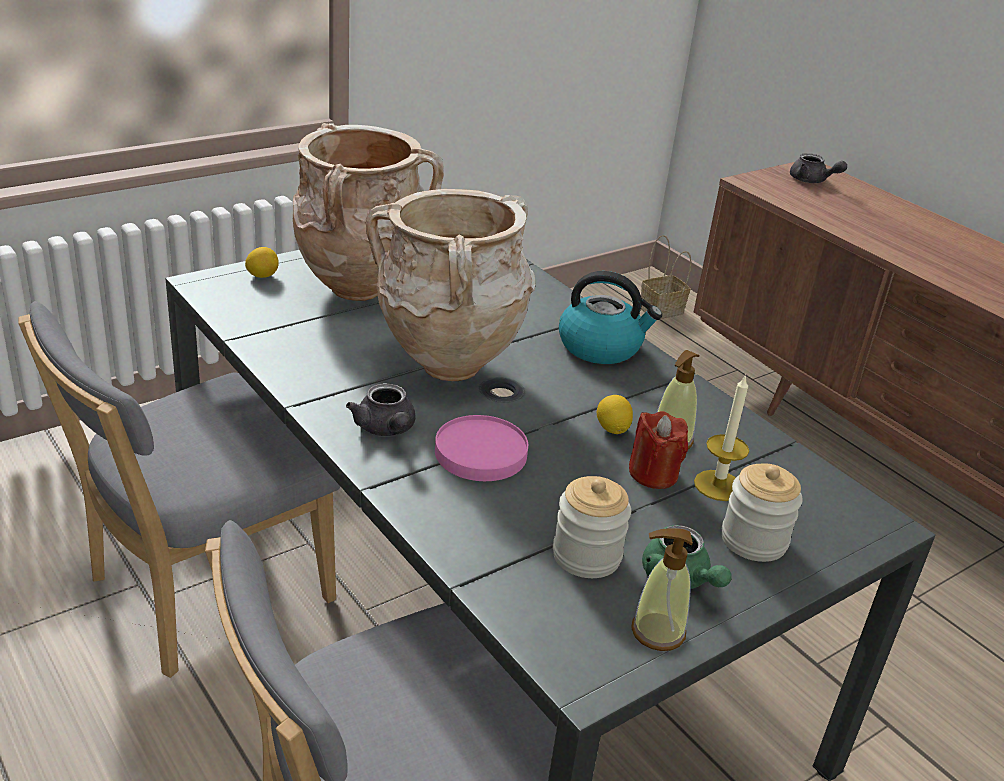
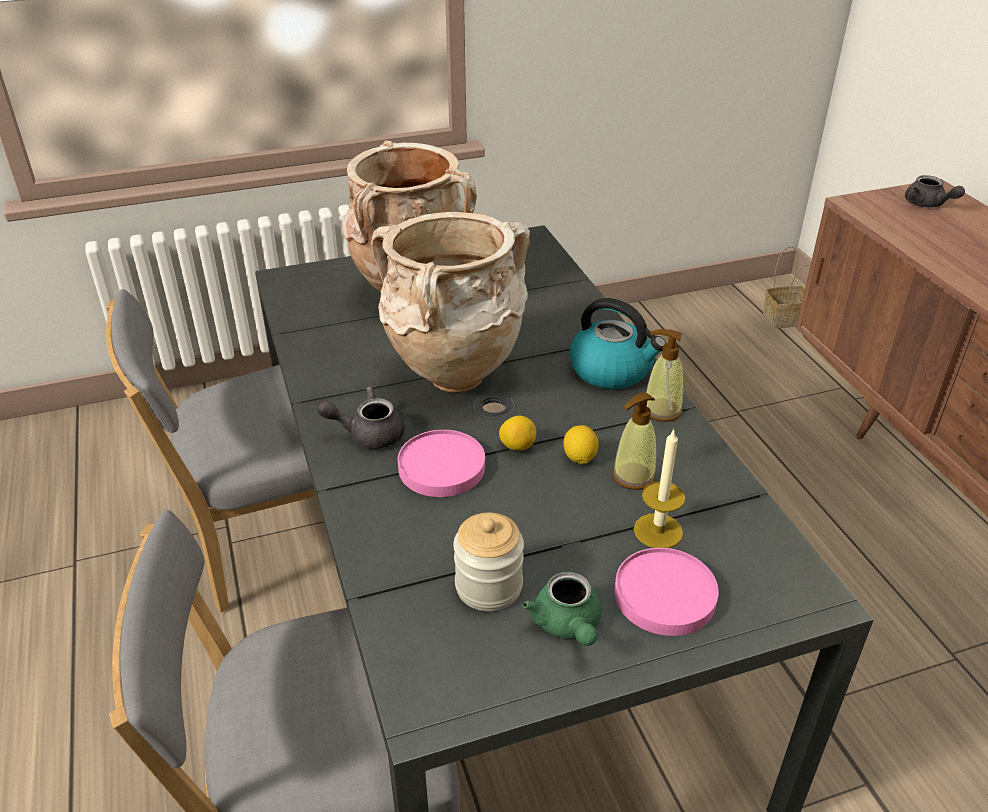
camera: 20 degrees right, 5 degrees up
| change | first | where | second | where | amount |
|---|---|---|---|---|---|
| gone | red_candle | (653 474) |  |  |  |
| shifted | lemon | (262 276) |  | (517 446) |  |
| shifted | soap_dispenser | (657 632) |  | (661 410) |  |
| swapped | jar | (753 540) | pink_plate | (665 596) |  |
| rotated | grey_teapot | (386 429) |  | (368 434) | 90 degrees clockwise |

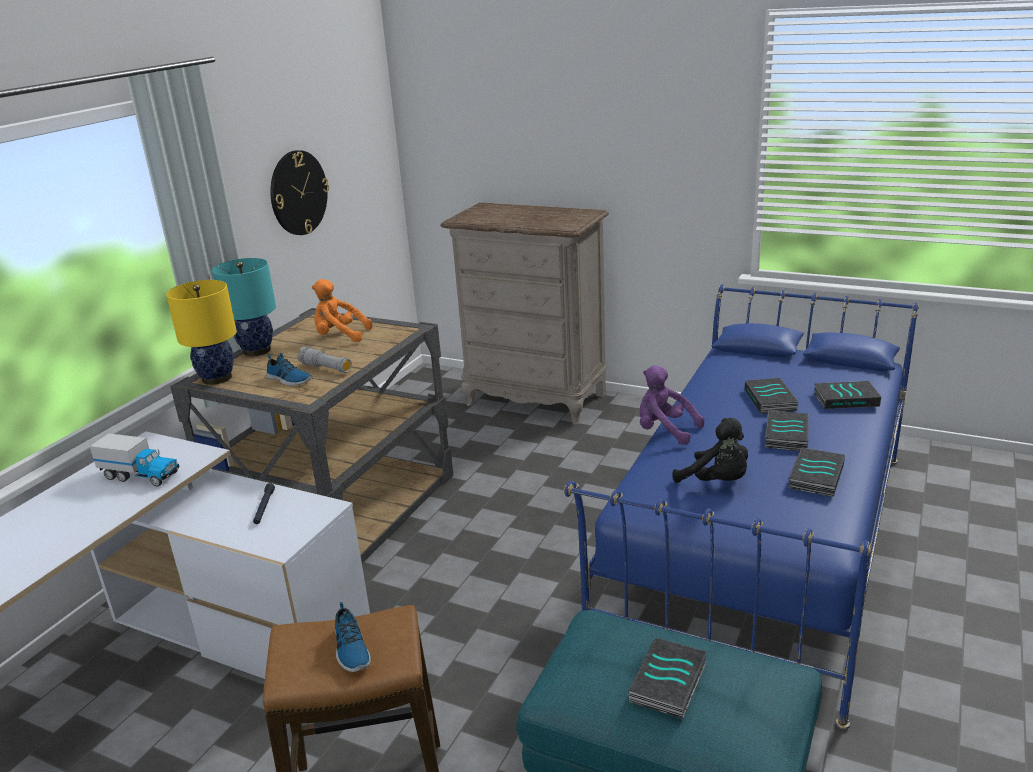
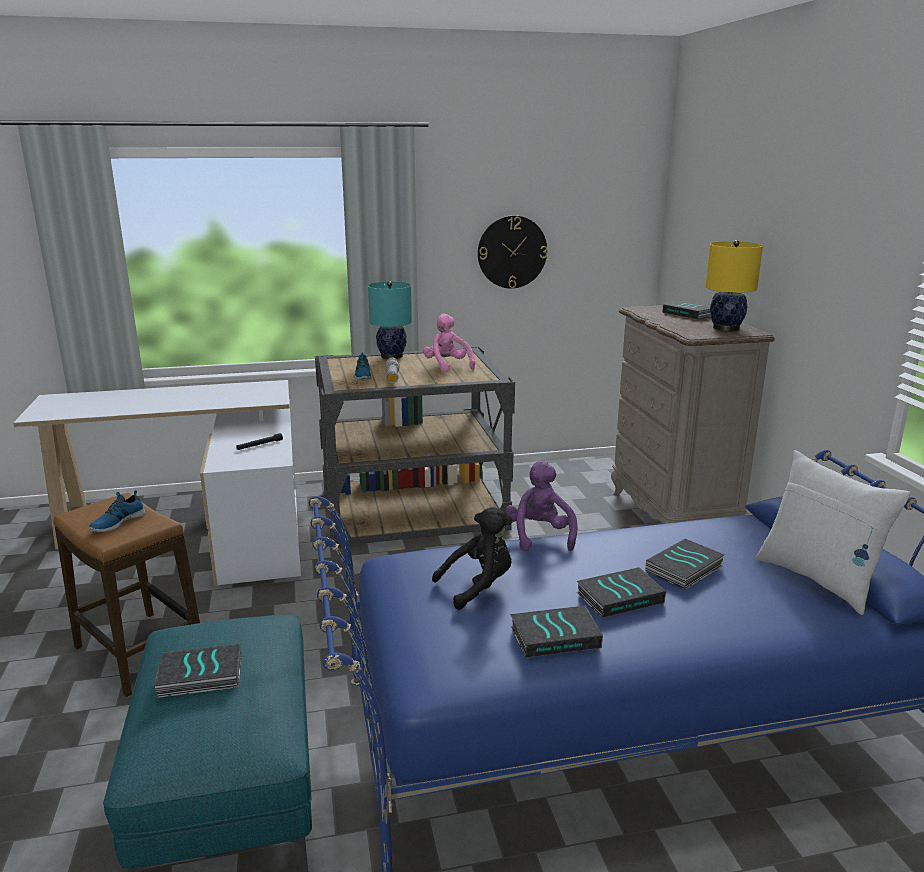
camera: 50 degrees right, 5 degrees down
| change | first | where | second | where | amount |
|---|---|---|---|---|---|
| gone | toy_truck | (141 476) |  |  |  |
| new |  |  | grey_pillow | (816 580) |  |
| shifted | yellow_table_lamp | (216 378) |  | (725 328) |  |
| shifted | book | (846 399) |  | (690 314) |  |
| repainted | orange_plush_toy | (340 336) | pink_plush_toy | (447 366) |  |
| rotated | black_plush_toy | (716 482) |  | (478 586) | 120 degrees counterclockwise |

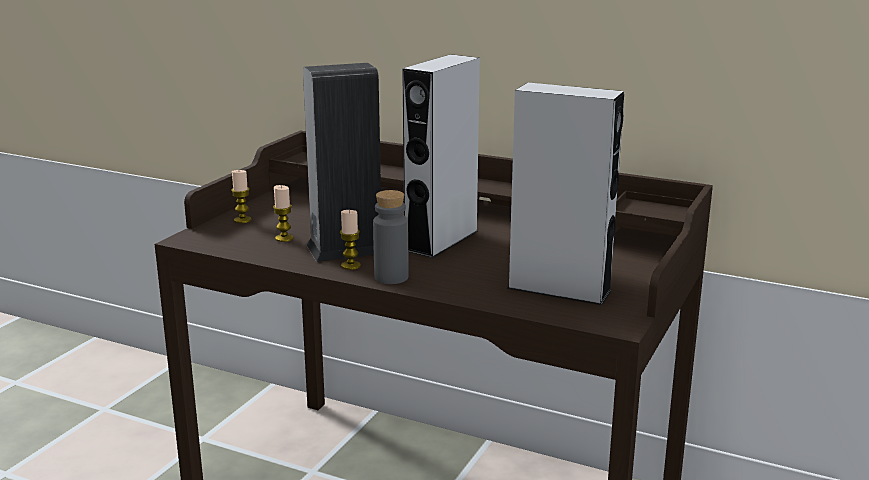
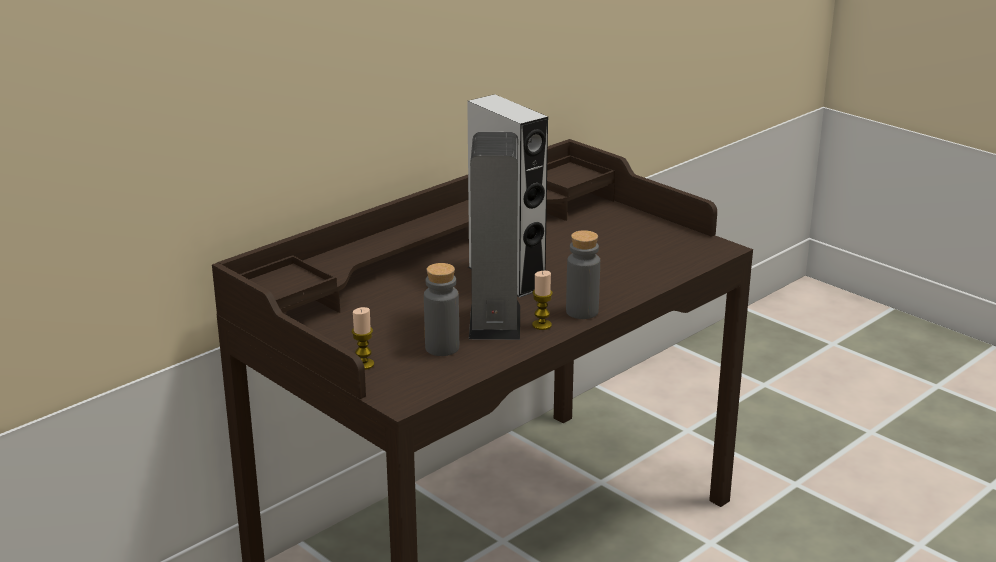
camera: 70 degrees left, 5 degrees up
| change | first | where | second | where | amount |
|---|---|---|---|---|---|
| gone | grey_speaker | (559 289) |  |  |  |
| swapped | candle | (284 238) | grey_bottle | (442 348) |  |

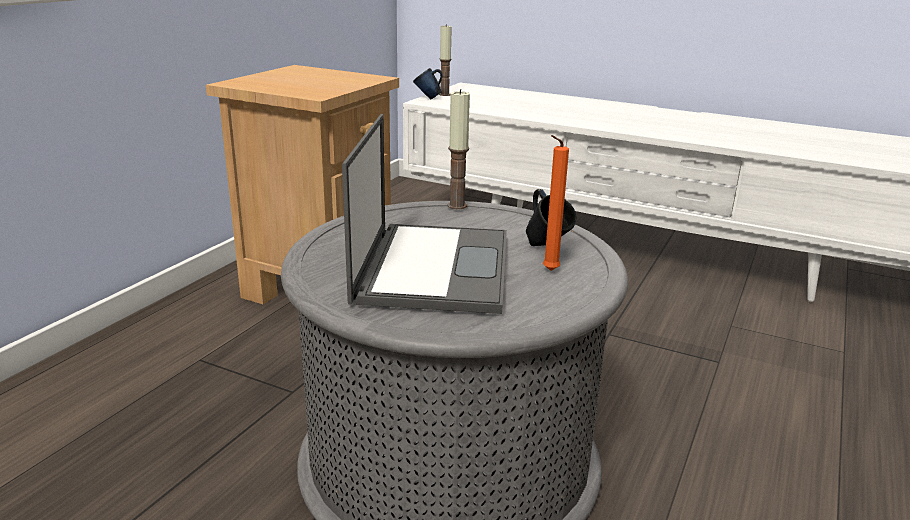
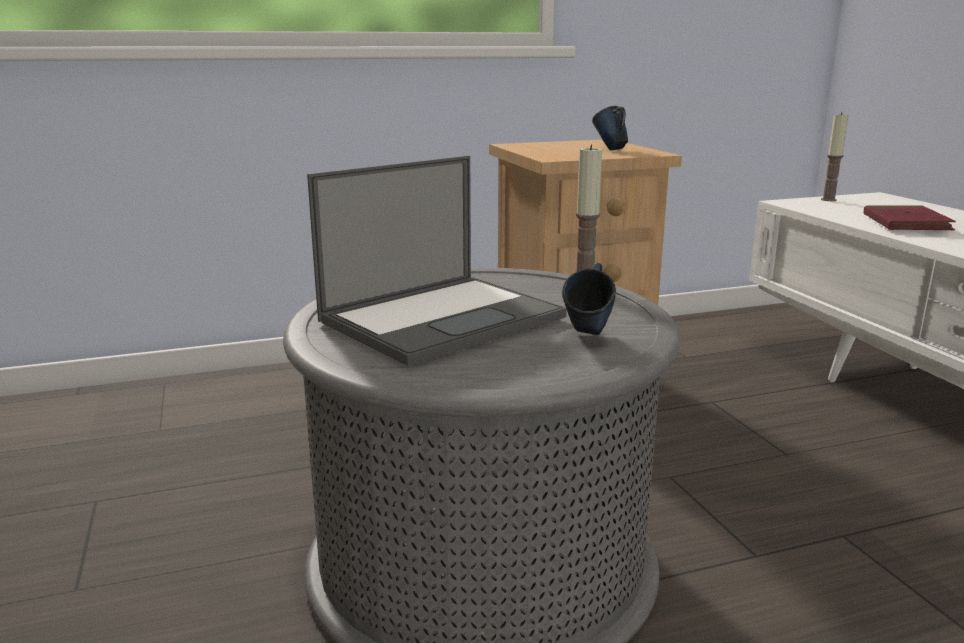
camera: 45 degrees right, 5 degrees down
| change | first | where | second | where | amount |
|---|---|---|---|---|---|
| gone | orange_candle | (548 271) |  |  |  |
| new |  |  | red_book | (905 224) |  |
| shifted | blue_mug | (428 98) |  | (610 149) |  |

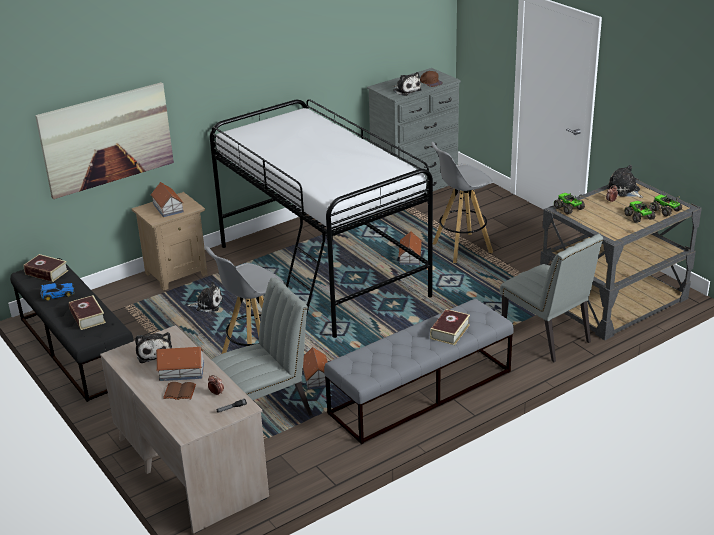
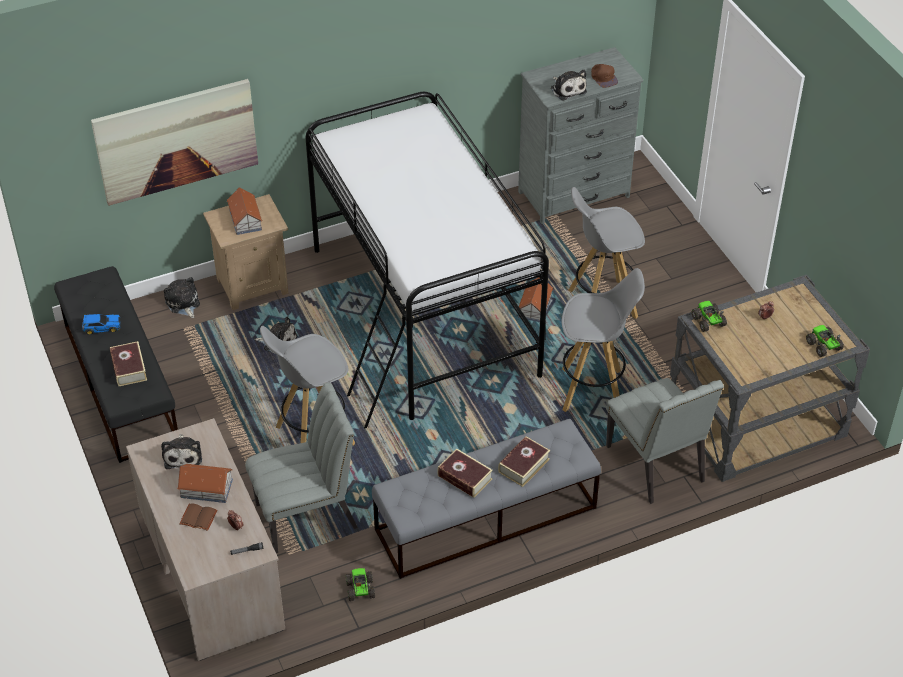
camera: 10 degrees right, 15 degrees up
| change | first | where | second | where | amount |
|---|---|---|---|---|---|
| gone | toy_house | (316 377) |  |  |  |
| new |  |  | grey_stool | (593 391) |  |
| shifted | book | (46 272) |  | (464 477) |  |
| shifted | plush_toy | (624 190) |  | (183 303) |  |
| shifted | toy_truck | (639 217) |  | (360 590) |  |

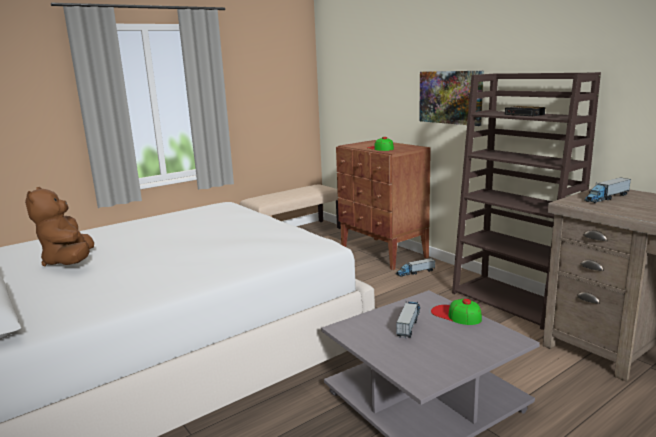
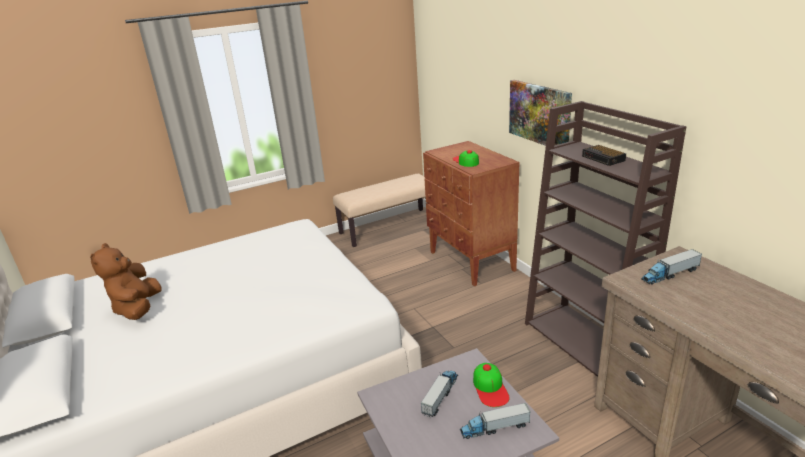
camera: 10 degrees right, 10 degrees up
| change | first | where | second | where | amount |
|---|---|---|---|---|---|
| shifted | toy_truck | (415 272) |  | (494 428) |  |
| rotated | cap | (456 315) |  | (490 388) | 150 degrees counterclockwise |

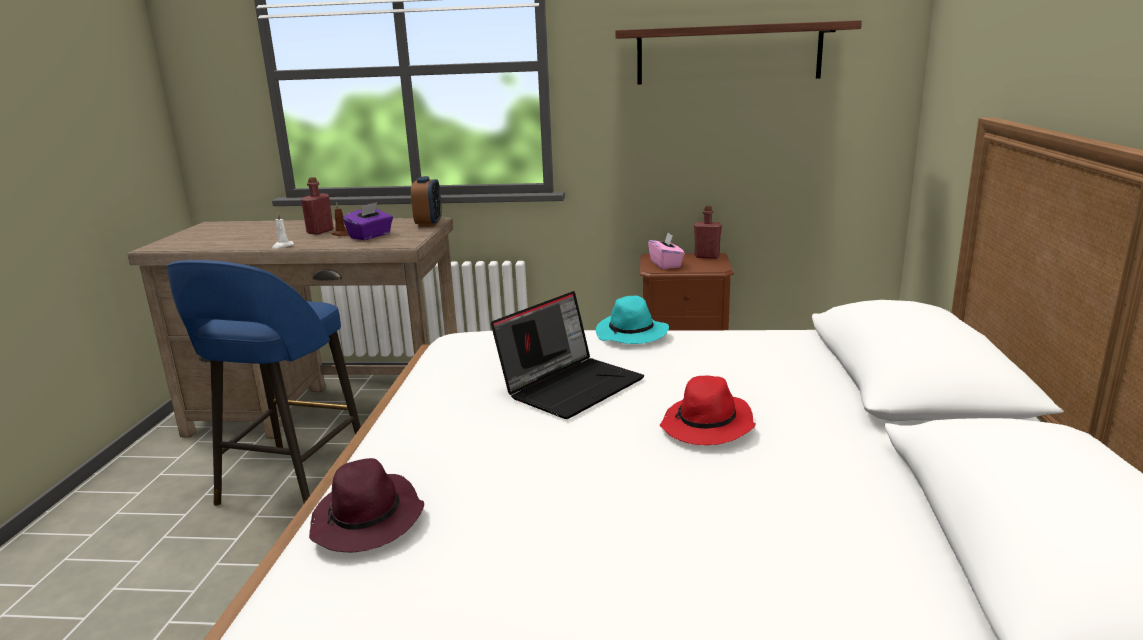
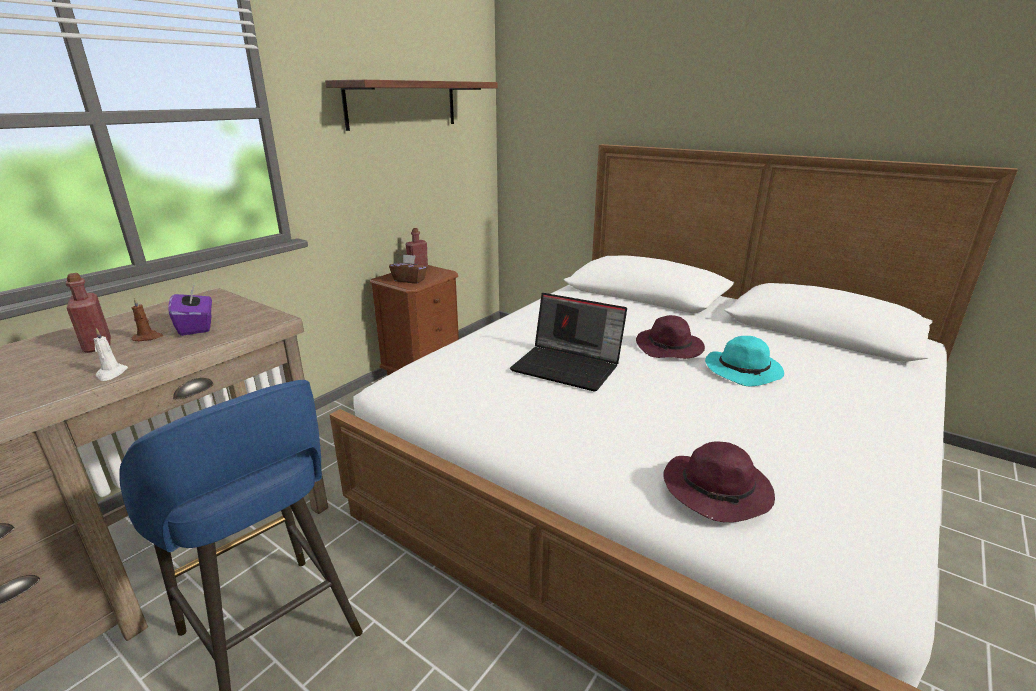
camera: 60 degrees left, 5 degrees up
| change | first | where | second | where | amount |
|---|---|---|---|---|---|
| gone | alarm_clock | (429 223) |  |  |  |
| shifted | turquoise_hat | (632 334) |  | (744 371) |  |
| repainted | pink_tissue_box | (666 264) | brown_tissue_box | (409 280) |  |
| repainted | red_hat | (707 426) | purple_hat | (670 348) |  |
| rotated | laptop | (571 385) |  | (568 366) | 135 degrees clockwise |

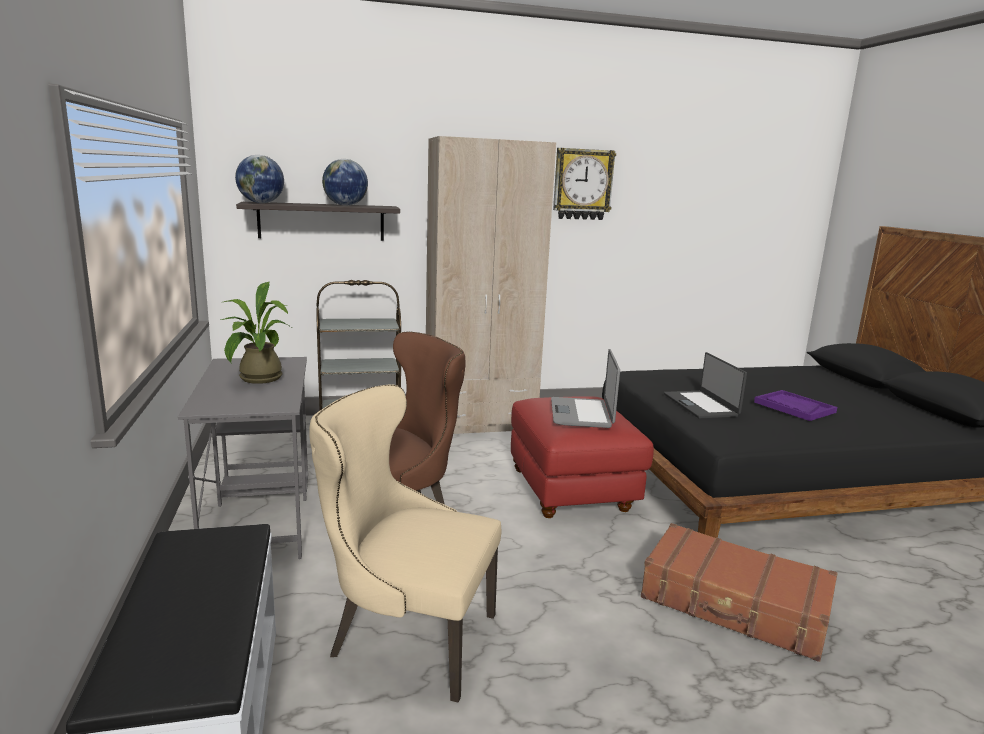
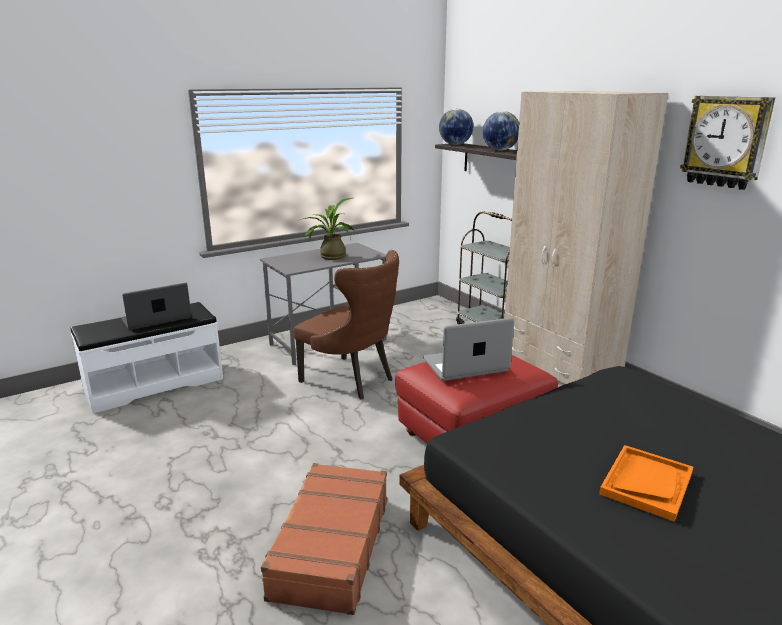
camera: 70 degrees right, 5 degrees up
| change | first | where | second | where | amount |
|---|---|---|---|---|---|
| gone | beige_chair | (407 638) |  |  |  |
| shifted | laptop | (701 405) |  | (156 319) |  |
| repainted | purple_tray | (794 407) | orange_tray | (646 483) |  |

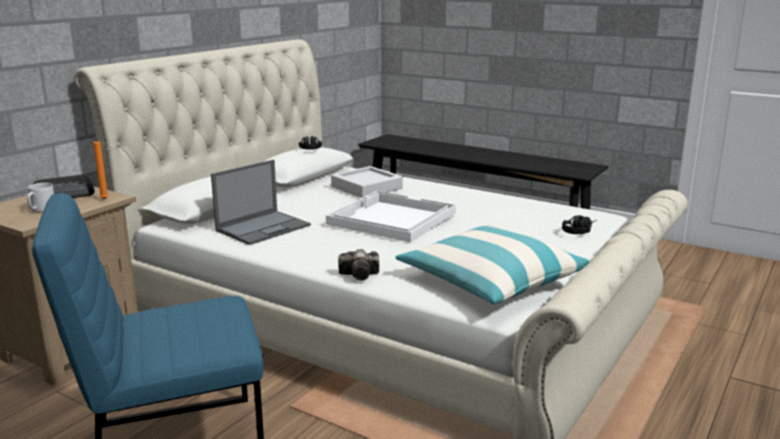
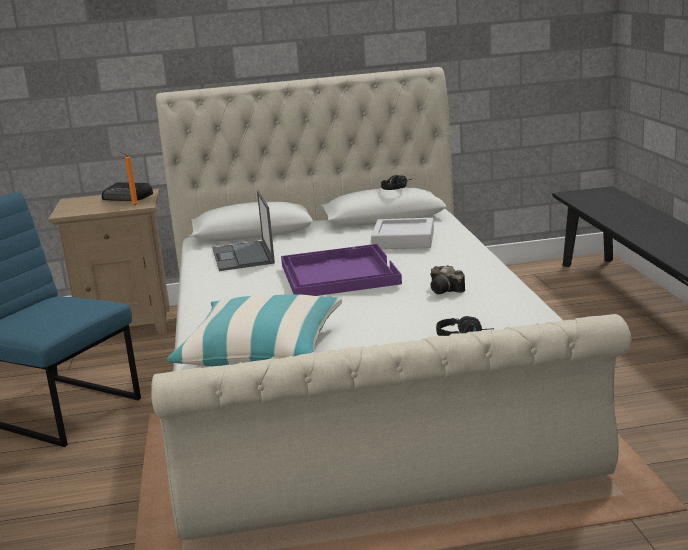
camera: 50 degrees right, 0 degrees up
| change | first | where | second | where | amount |
|---|---|---|---|---|---|
| gone | grey_mug | (41 209) |  |  |  |
| shifted | photo_camera | (361 275) |  | (446 290) |  |
| repainted | white_tray | (390 219) | purple_tray | (337 274) |  |
| rotated | laptop | (264 227) |  | (243 256) | 75 degrees clockwise |

